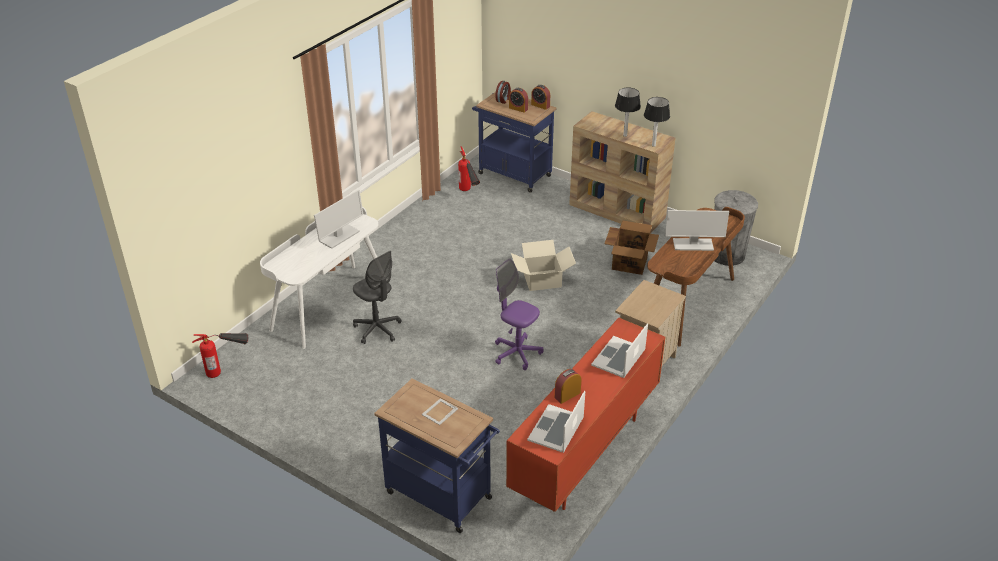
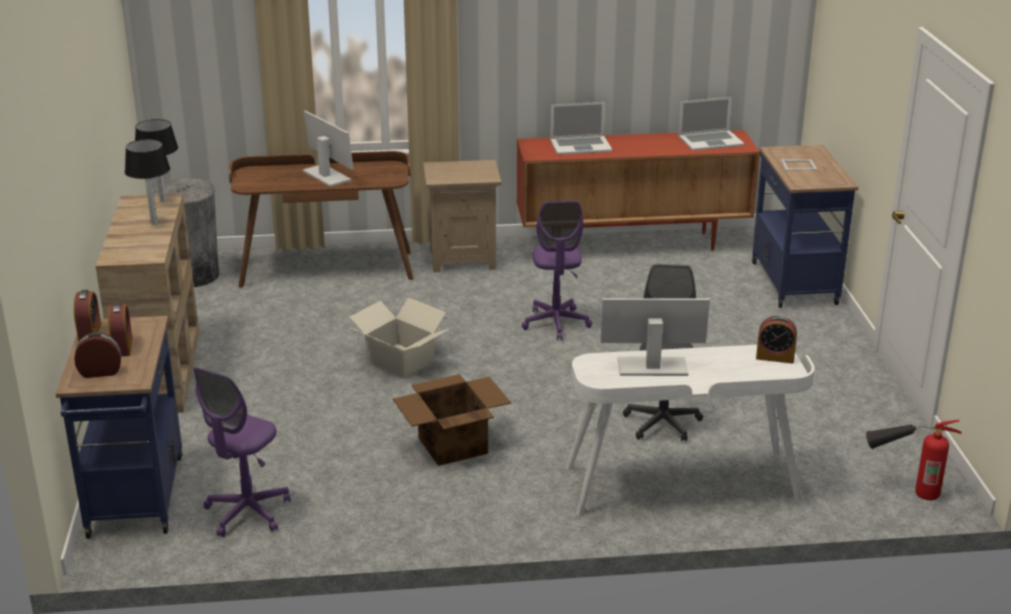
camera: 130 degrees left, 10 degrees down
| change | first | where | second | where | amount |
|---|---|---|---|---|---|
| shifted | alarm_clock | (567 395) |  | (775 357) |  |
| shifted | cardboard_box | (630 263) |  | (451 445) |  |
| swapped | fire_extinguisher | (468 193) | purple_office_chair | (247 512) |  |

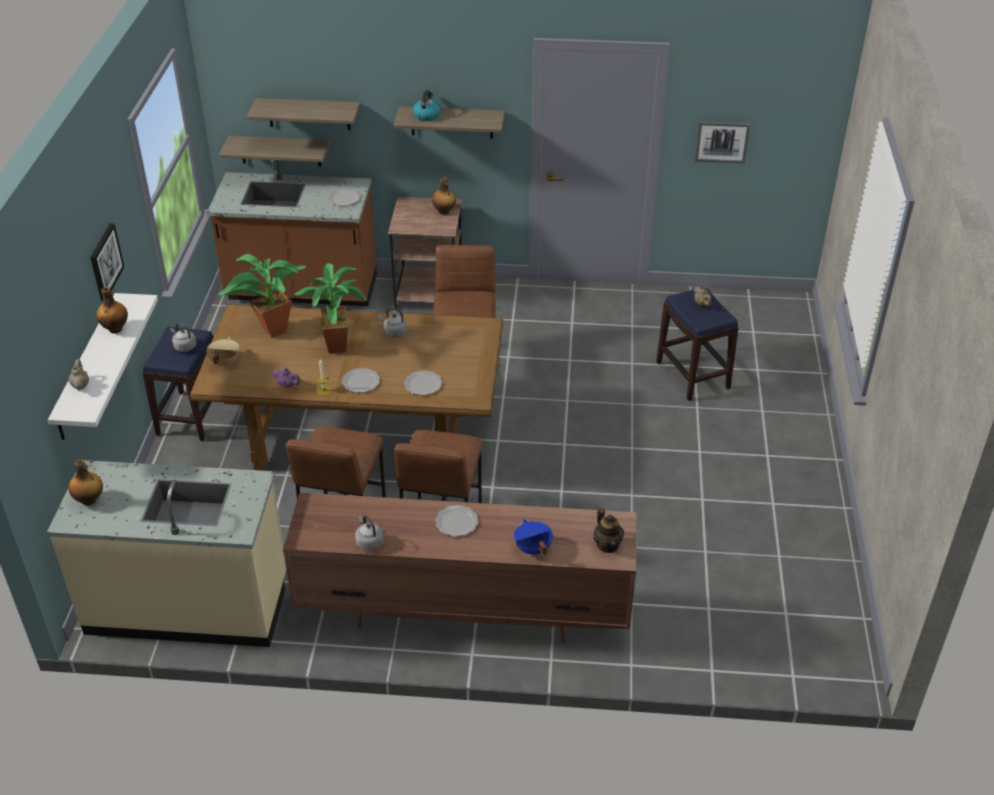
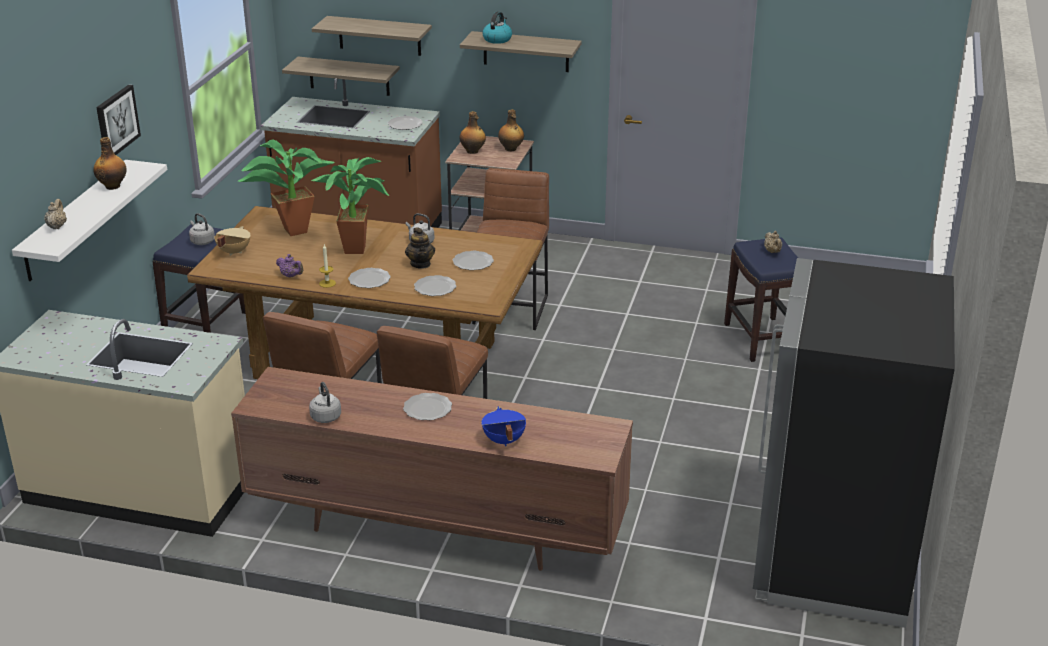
camera: 10 degrees right, 10 degrees down
| change | first | where | second | where | amount |
|---|---|---|---|---|---|
| gone | picture | (722 141) |  |  |  |
| new |  |  | plate | (473 262) |  |
| new |  |  | black_fridge | (833 559) |  |
| shifted | bottle | (89 500) |  | (473 151) |  |
| shifted | teapot | (607 545) |  | (421 264) |  |

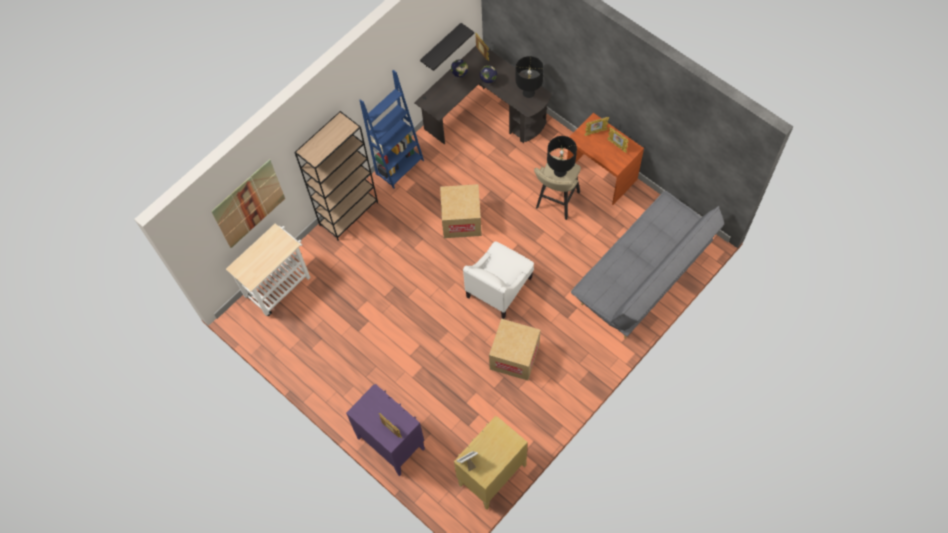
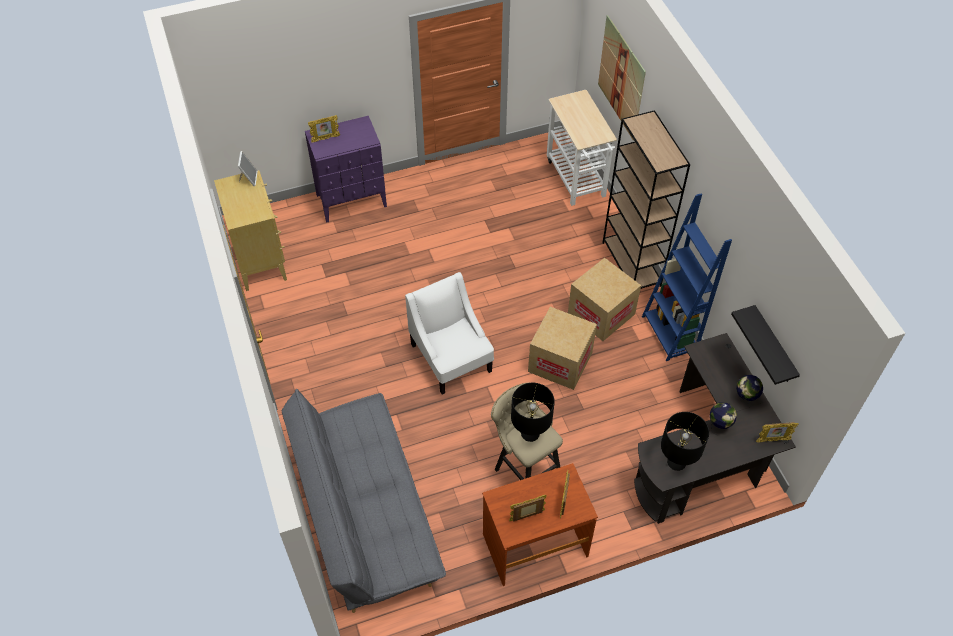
camera: 115 degrees right, 10 degrees down
| change | first | where | second | where | amount |
|---|---|---|---|---|---|
| shifted | cardboard_box | (514 357) |  | (601 313) |  |

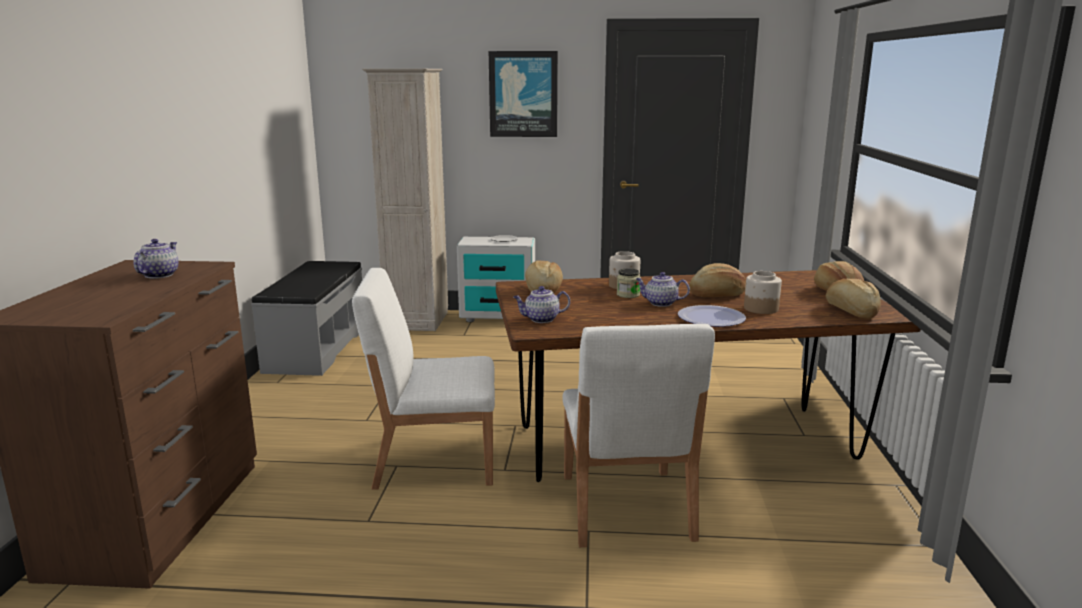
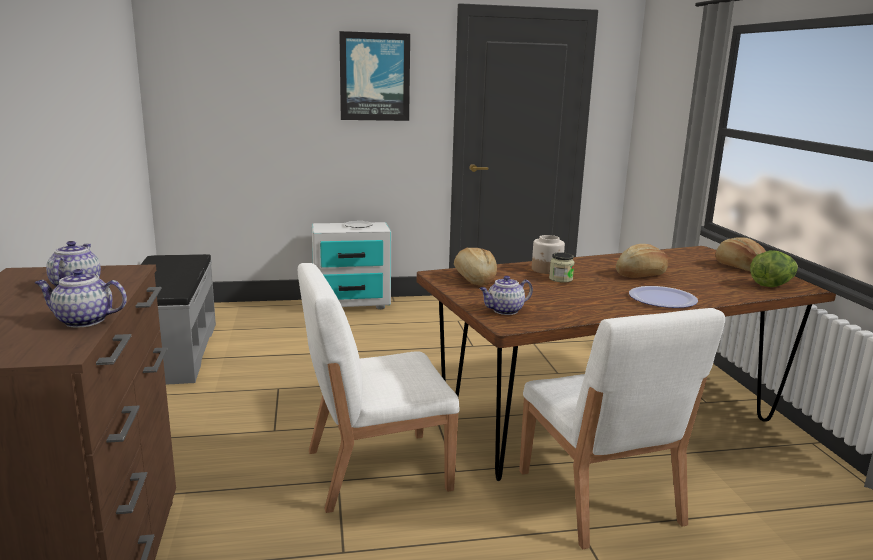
camera: 15 degrees left, 0 degrees up
| change | first | where | second | where | amount |
|---|---|---|---|---|---|
| gone | beige_cabinet | (417 320) |  |  |  |
| gone | jar | (760 309) |  |  |  |
| shifted | teapot | (660 303) |  | (83 321) |  |
| swapped | bread | (851 311) | lettuce | (772 285) |  |

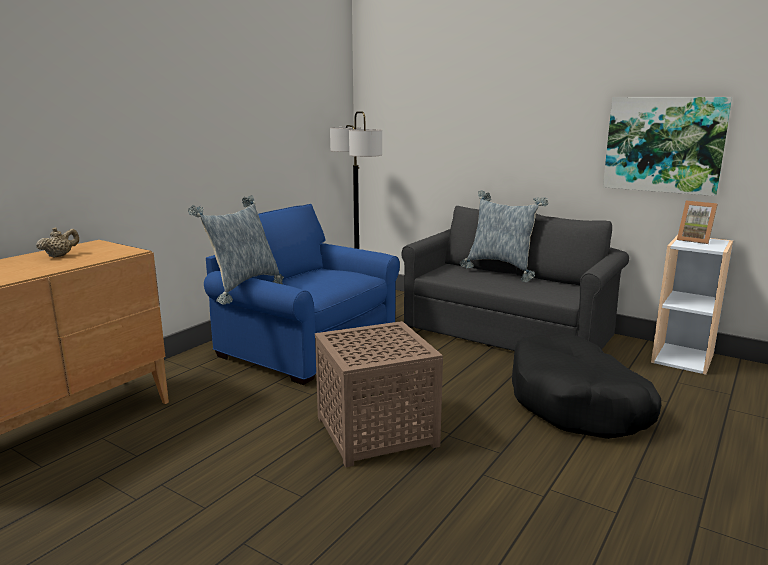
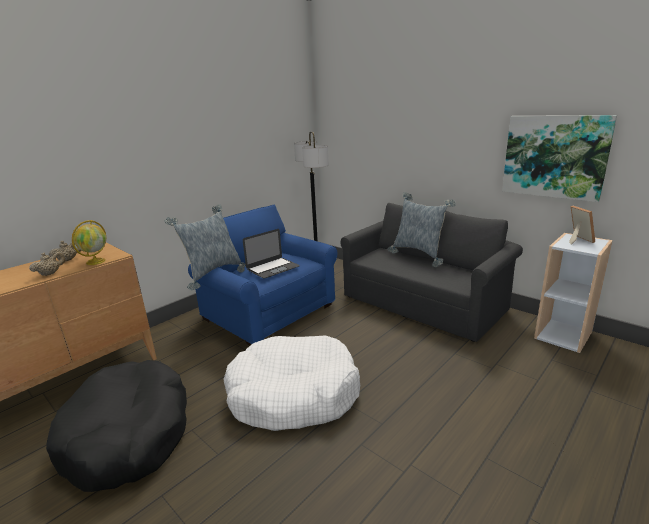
camera: 10 degrees right, 5 degrees up
| change | first | where | second | where | amount |
|---|---|---|---|---|---|
| new |  |  | beige_teapot | (50 273) |  |
| new |  |  | globe | (96 261) |  |
| new |  |  | laptop | (273 268) |  |
| shifted | black_dog_bed | (577 403) |  | (128 435) |  |
| swapped | brown_side_table | (377 430) | white_dog_bed | (293 394) |  |
| rotated | picture_frame | (694 240) |  | (576 240) | 150 degrees counterclockwise |

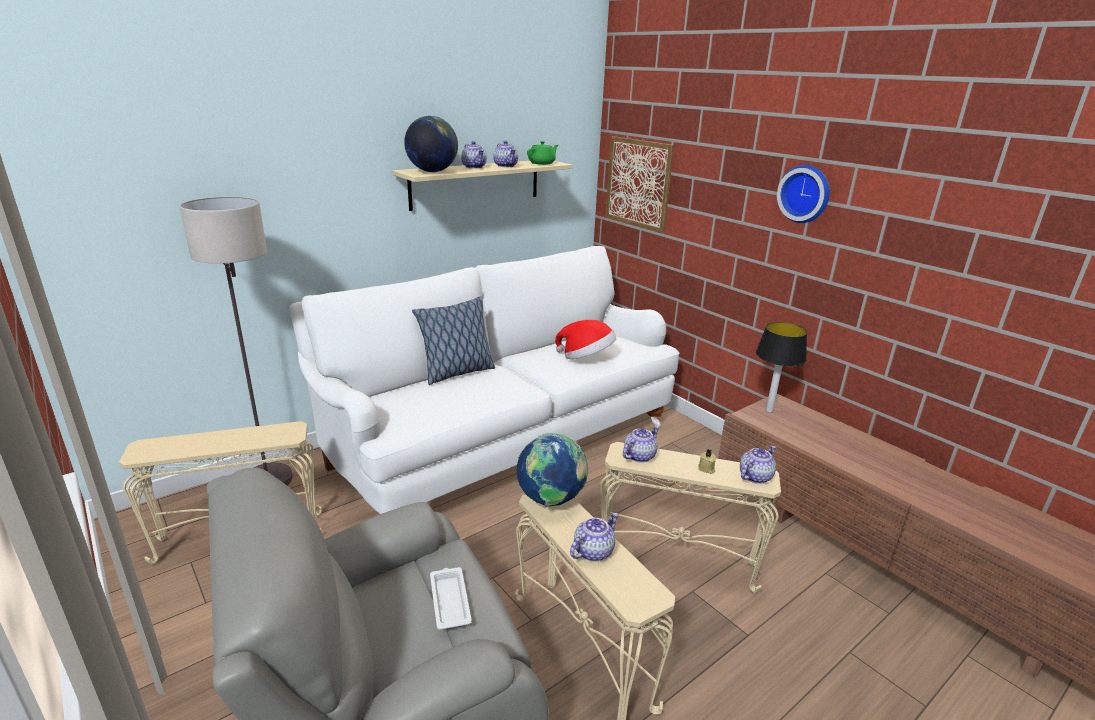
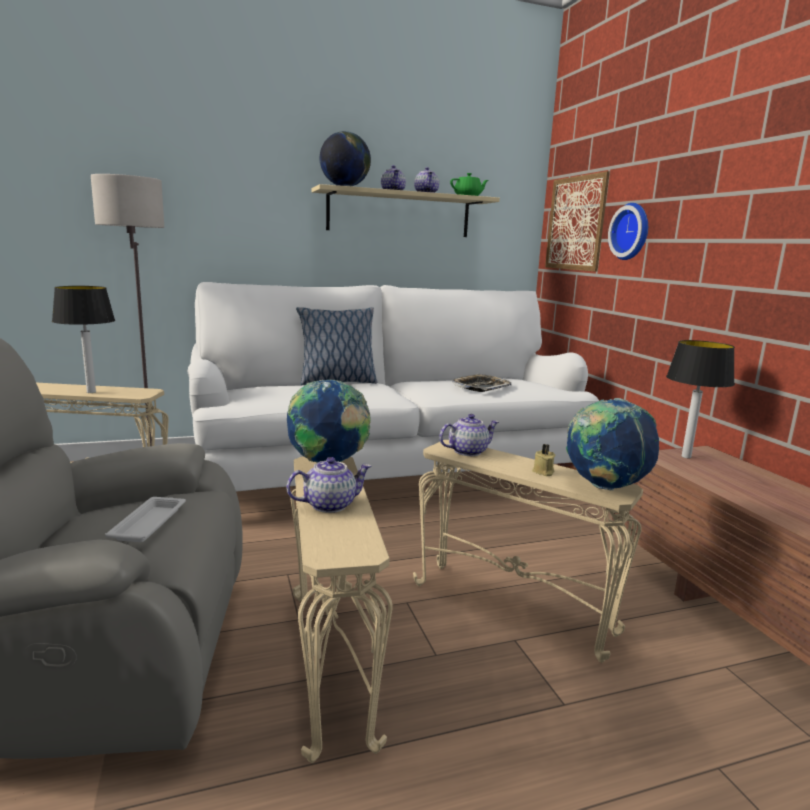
camera: 20 degrees right, 10 degrees down
| change | first | where | second | where | amount |
|---|---|---|---|---|---|
| new |  |  | table_lamp | (91 392) |  |
| shifted | wall_clock | (805 193) |  | (632 232) |  |
| swapped | hat | (586 358) | tray | (481 387) |  |
| swapped | teapot | (755 476) | globe | (605 487) |  |

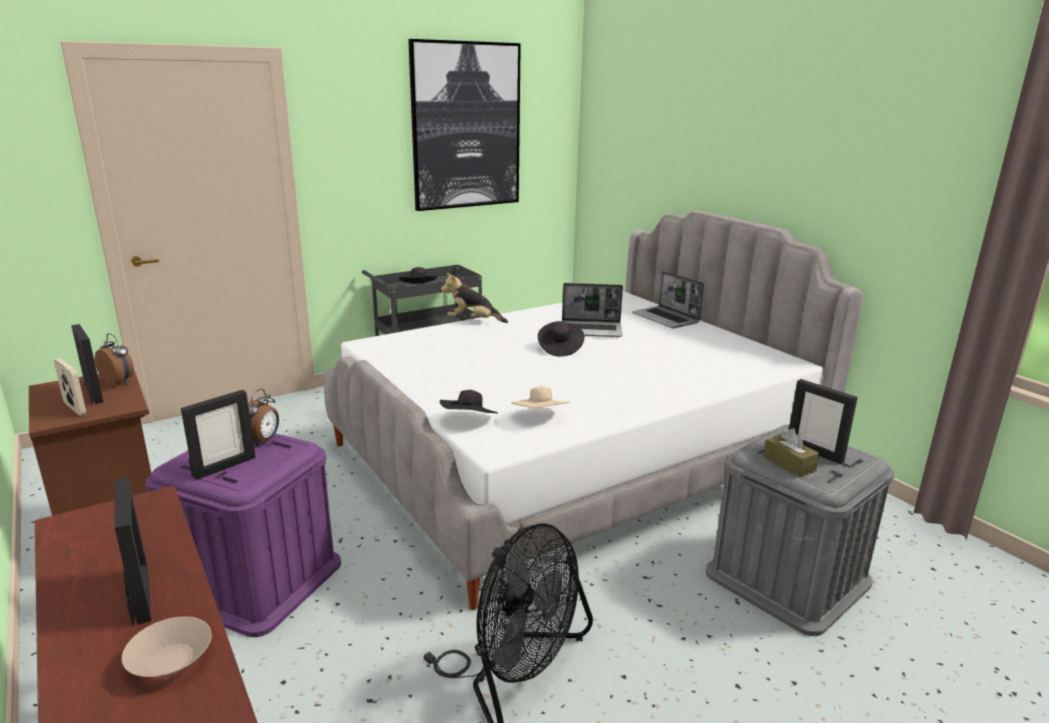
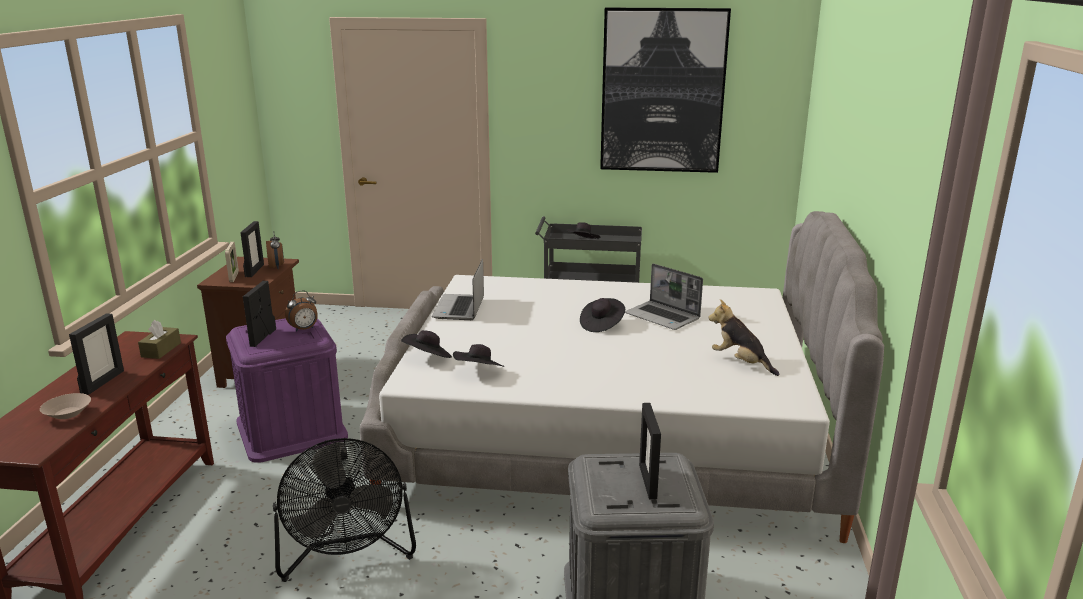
camera: 40 degrees right, 0 degrees up
| change | first | where | second | where | amount |
|---|---|---|---|---|---|
| shifted | plush_toy | (473 321) |  | (740 362) |  |
| shifted | laptop | (666 319) |  | (460 309) |  |
| shifted | brown_tissue_box | (789 463) |  | (161 350) |  |
| repainted | beige_hat | (540 418) | black_hat | (479 372) |  |
| rotated | picture_frame | (224 466) |  | (263 337) | 105 degrees clockwise |

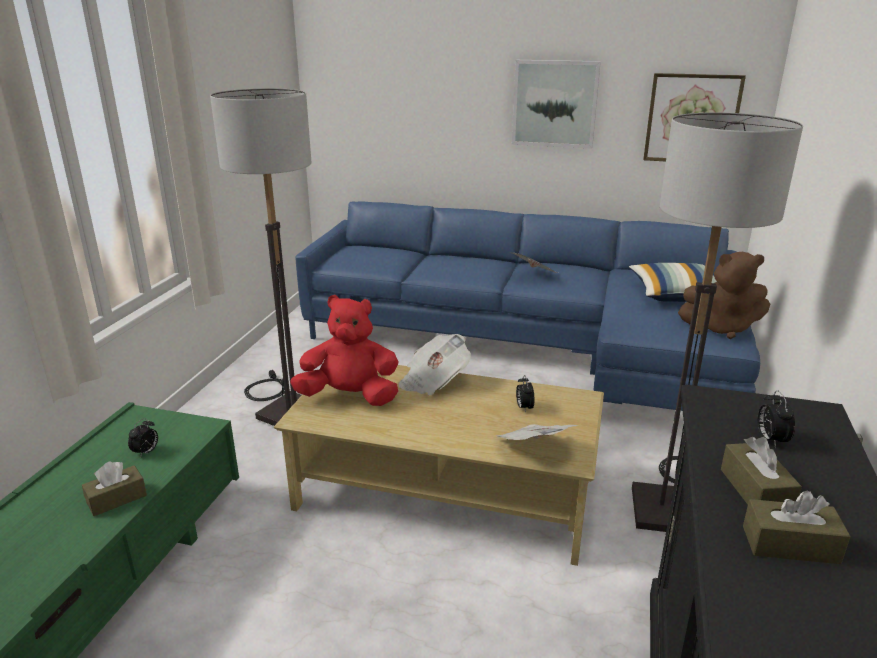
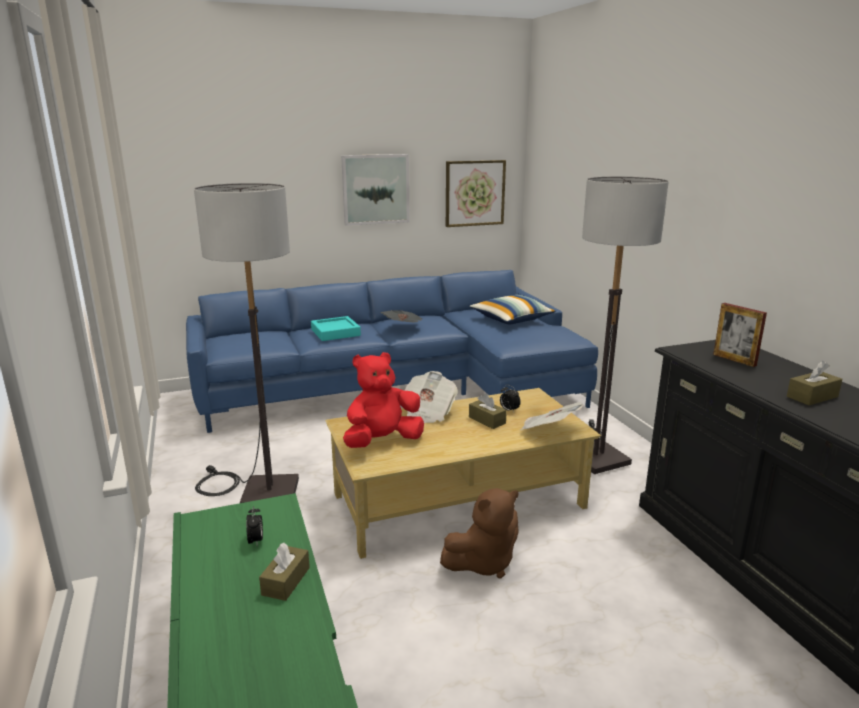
camera: 35 degrees left, 5 degrees down
| change | first | where | second | where | amount |
|---|---|---|---|---|---|
| new |  |  | turquoise_tray | (335 332) |  |
| shifted | brown_plush_toy | (721 328) |  | (483 562) |  |
| shifted | brown_tissue_box | (755 490) |  | (487 420) |  |
| swapped | alarm_clock | (770 439) | picture_frame | (734 360) |  |

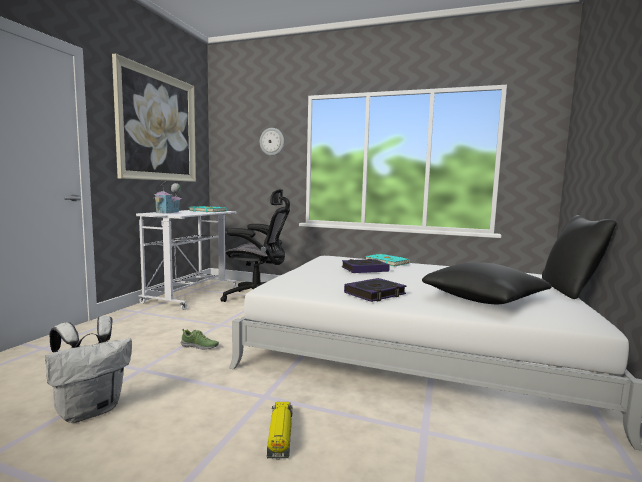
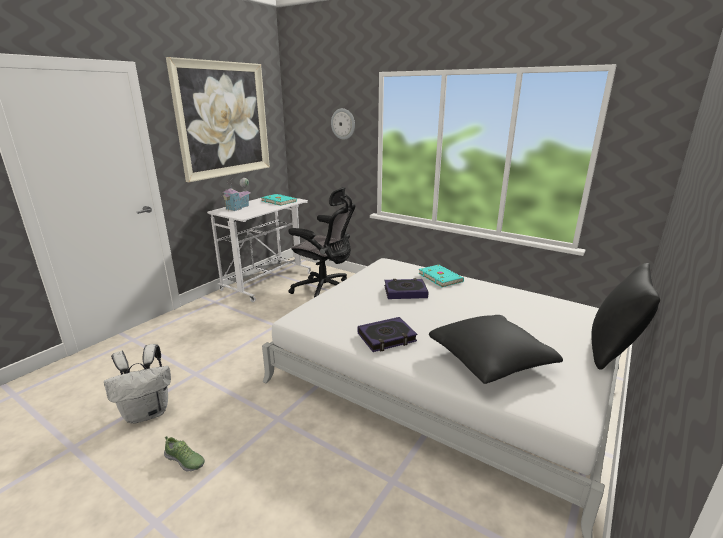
camera: 15 degrees right, 15 degrees up
| change | first | where | second | where | amount |
|---|---|---|---|---|---|
| gone | toy_truck | (280 435) |  |  |  |
| shifted | shoe | (200 346) |  | (185 460) |  |

